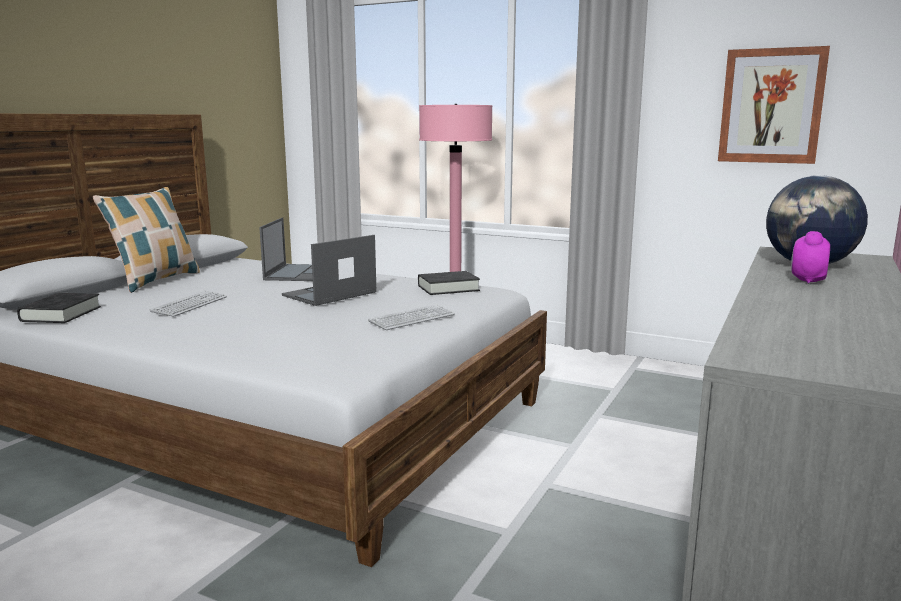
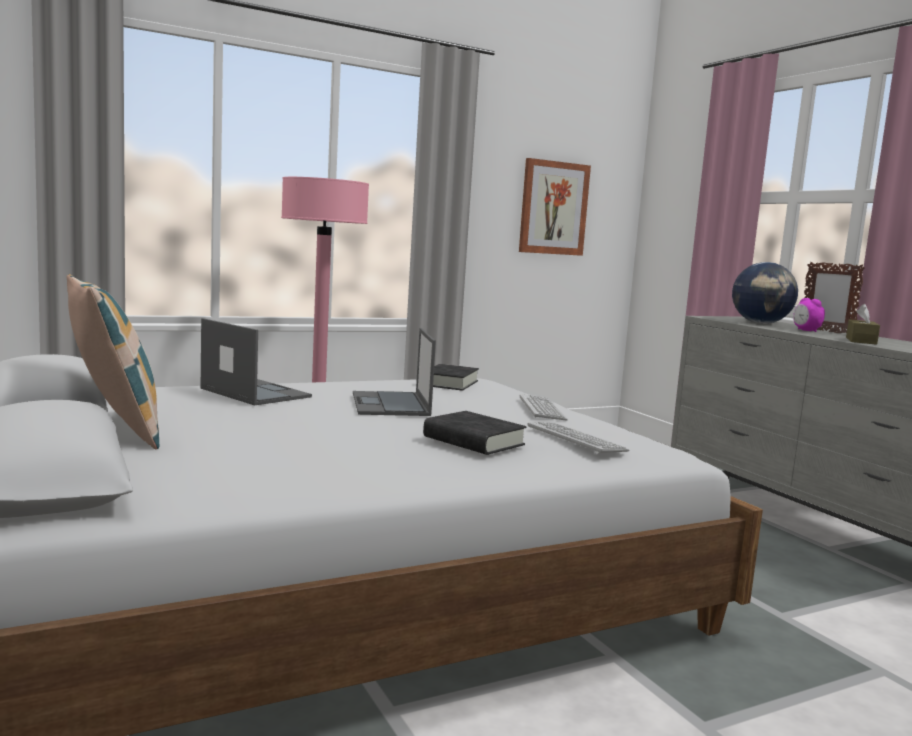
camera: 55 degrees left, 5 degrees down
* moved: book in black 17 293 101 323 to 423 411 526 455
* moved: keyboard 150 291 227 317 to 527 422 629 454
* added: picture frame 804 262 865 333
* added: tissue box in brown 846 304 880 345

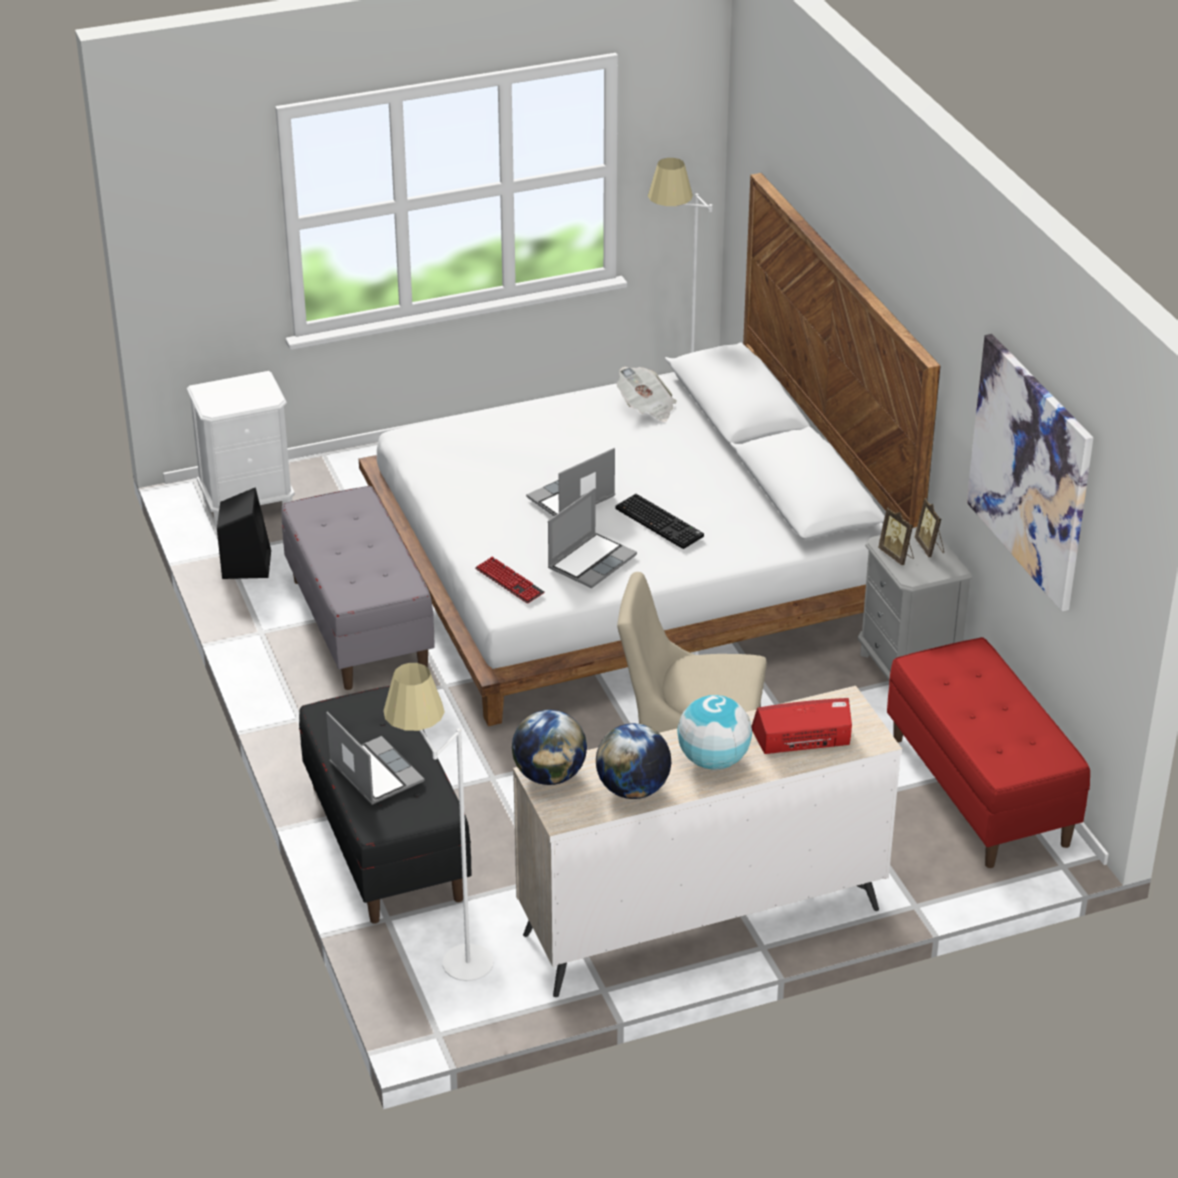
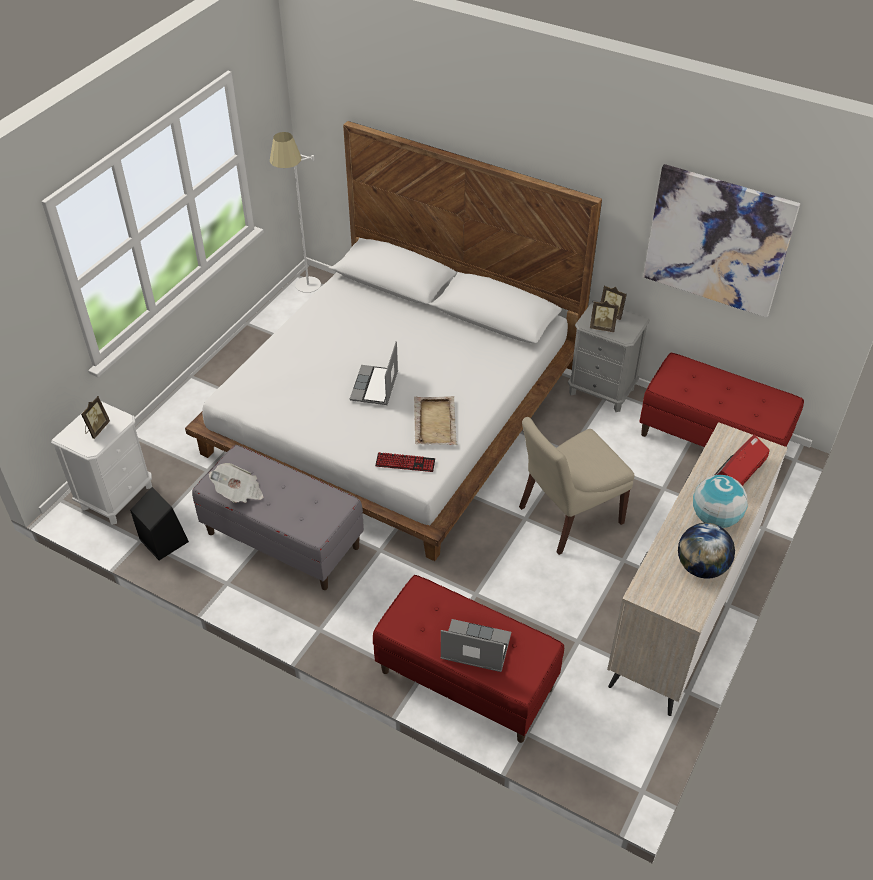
camera: 40 degrees left, 10 degrees up
* recoloured: bench in black 299 686 472 924 to bench in red 373 575 564 743
* removed: floor lamp in white 383 663 494 981
* removed: globe 512 710 587 785
* replaced: laptop 548 488 637 588 to tray in beige 414 396 457 445
* removed: keyboard 615 494 704 549
* moved: newspaper 617 367 676 422 to 209 463 264 503
* added: picture frame 81 396 110 439

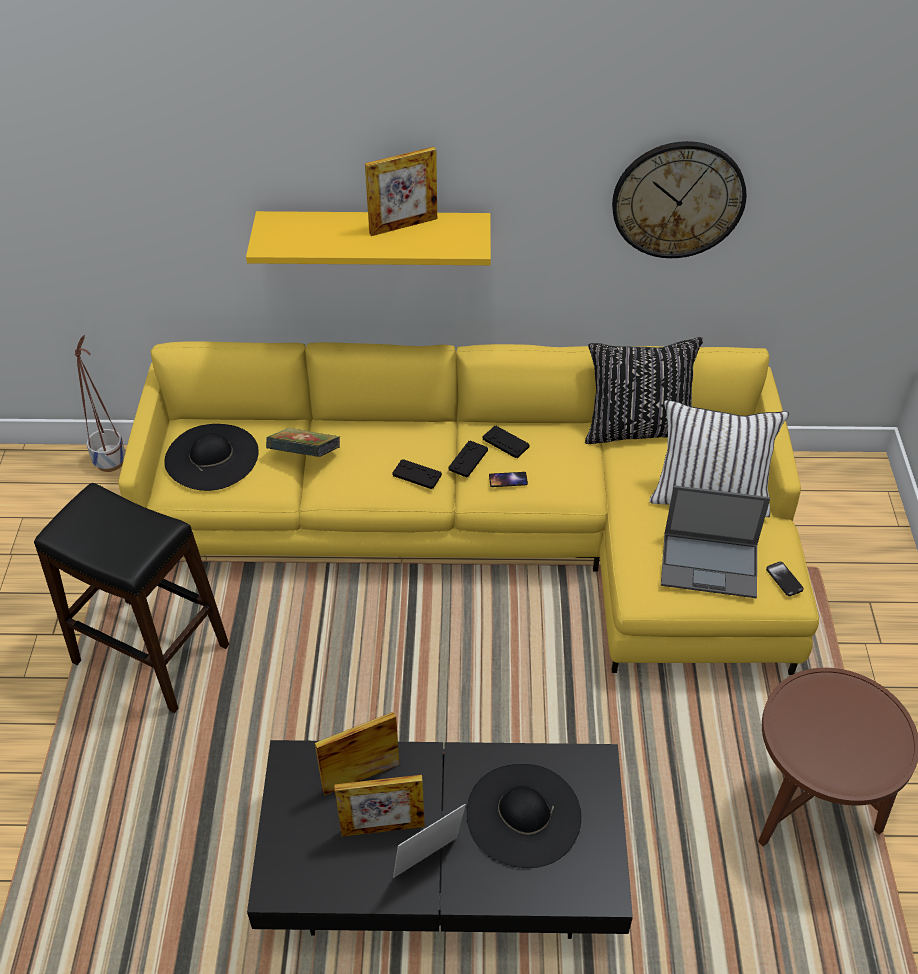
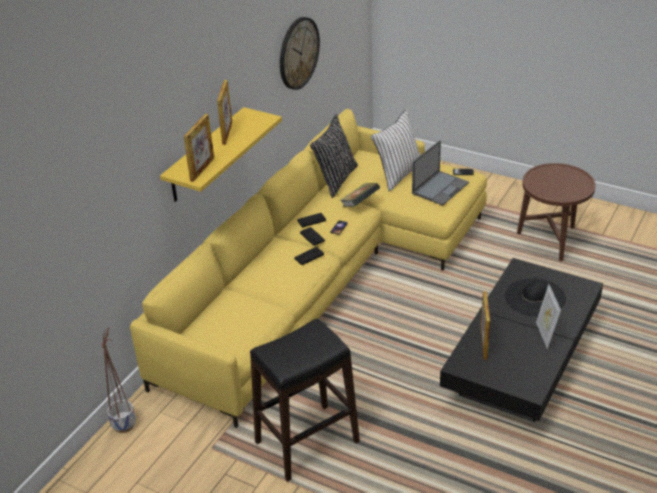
camera: 60 degrees left, 10 degrees down
* removed: hat in black 164 424 259 491
* moved: book 266 428 340 457 to 341 183 380 207
* moved: picture frame 334 775 425 837 to 183 114 214 182

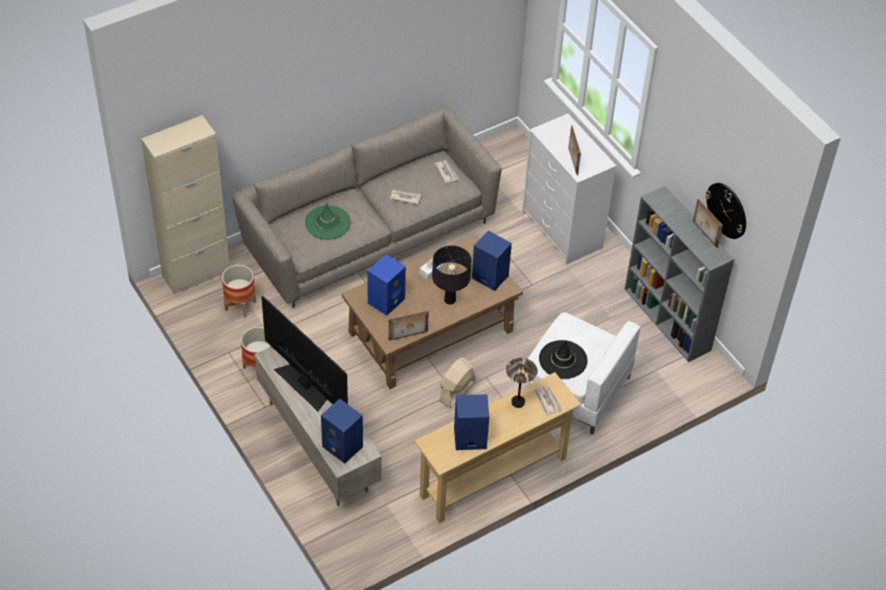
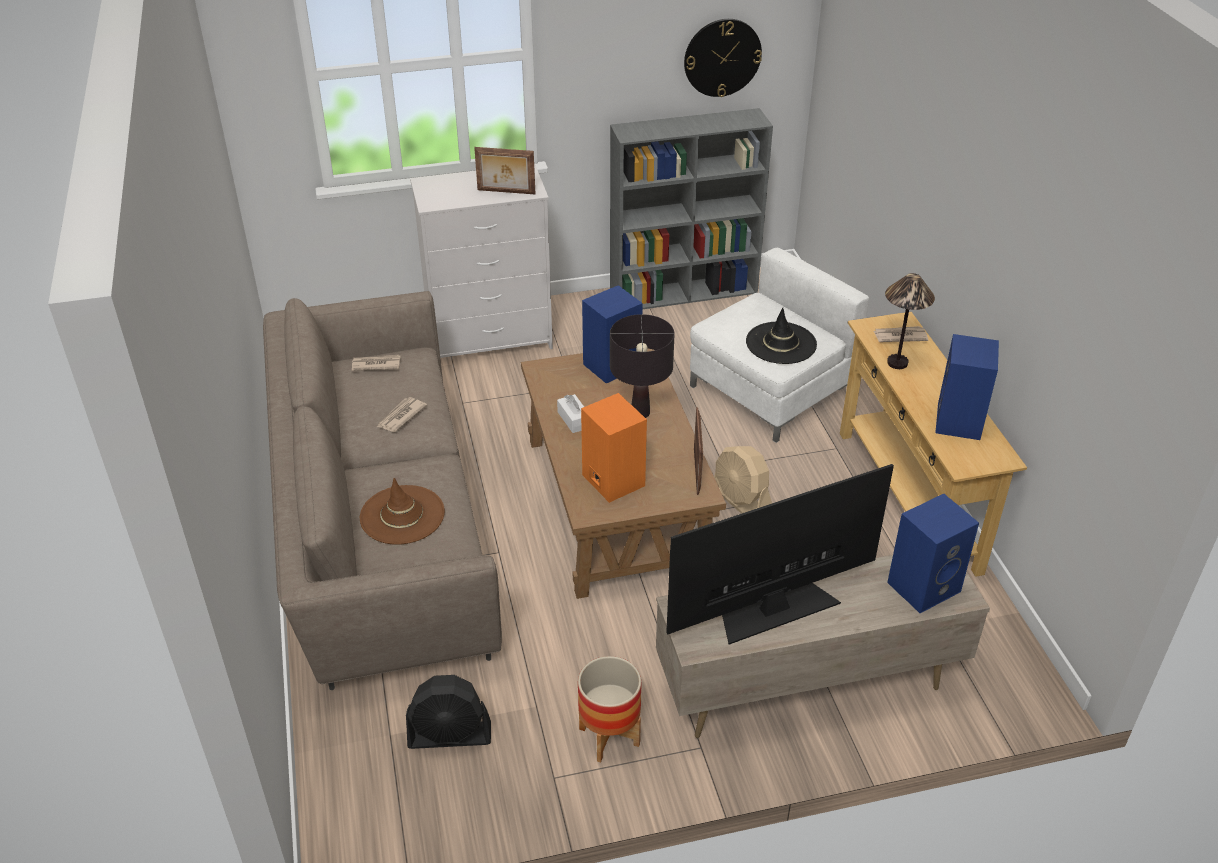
camera: 70 degrees left, 10 degrees down
* removed: cabinet in beige 141 115 230 295
* replaced: planter 222 265 256 318 to fan in black 406 675 491 749
* recoloured: hat in green 305 203 351 240 to hat in brown 360 478 445 545
* recoloured: speaker in blue 367 254 406 316 to speaker in orange 581 393 647 503
* removed: picture frame 693 199 723 248

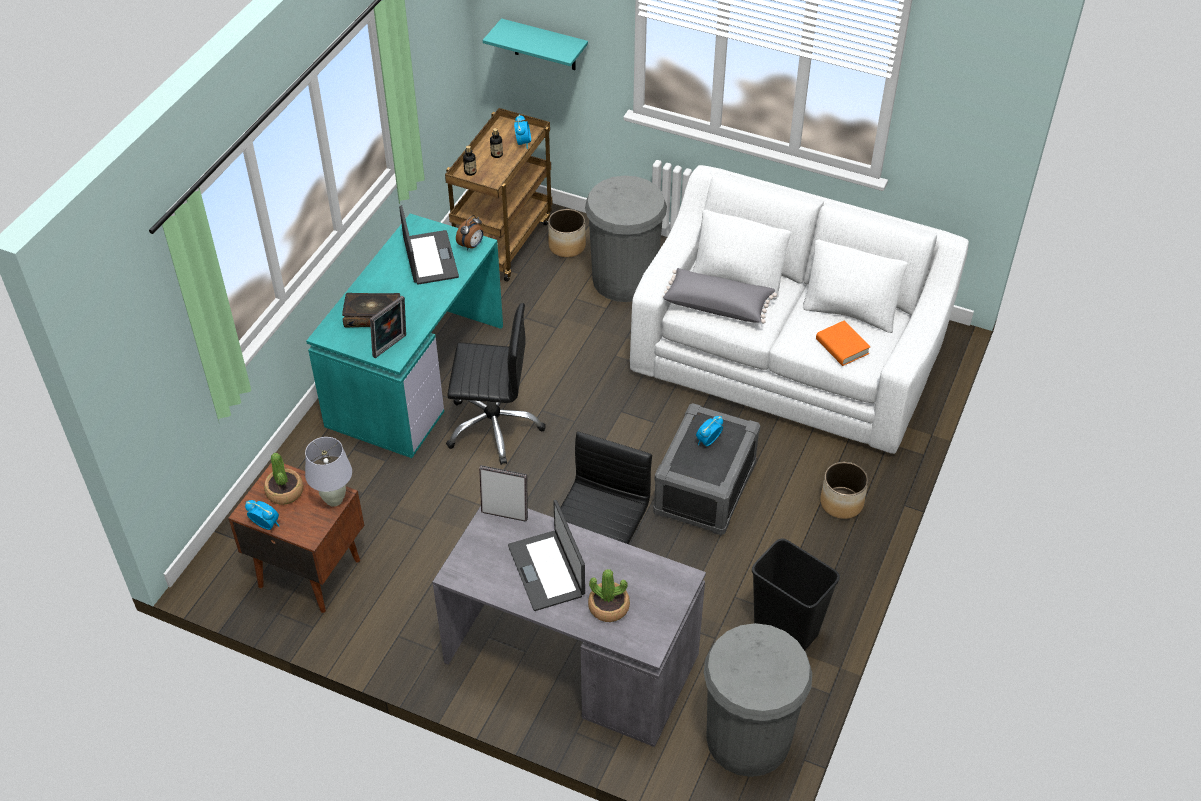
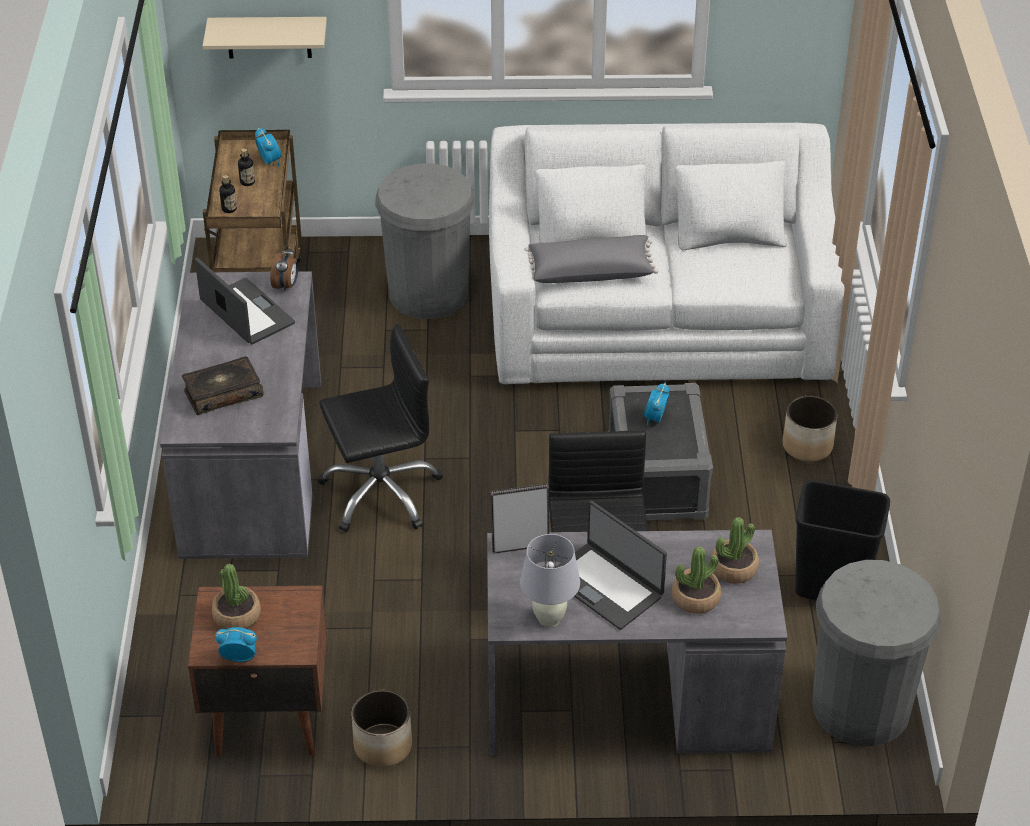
camera: 25 degrees left, 5 degrees down
* moved: table lamp in white 305 437 352 507 to 520 534 580 627
* recoloured: desk in turquoise 306 214 503 458 to desk in grey 160 271 321 559
* removed: picture frame 370 296 406 358
* recoloured: shelf in turquoise 483 18 588 70 to shelf in beige 203 17 327 59
* moved: planter 548 209 586 257 to 352 690 412 767
* removed: book in orange 816 321 871 366
* added: potted plant 710 517 759 584

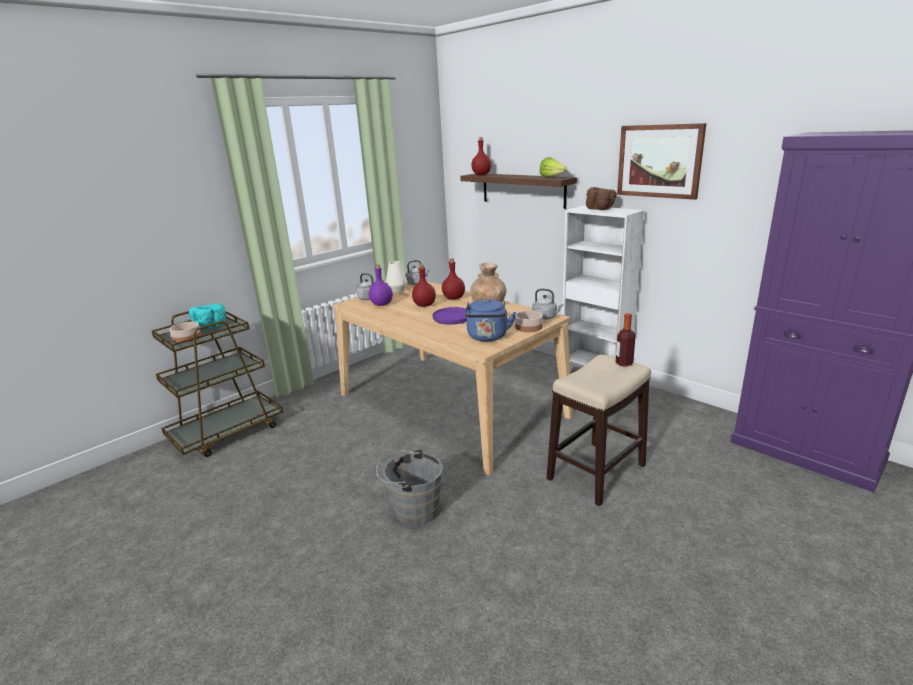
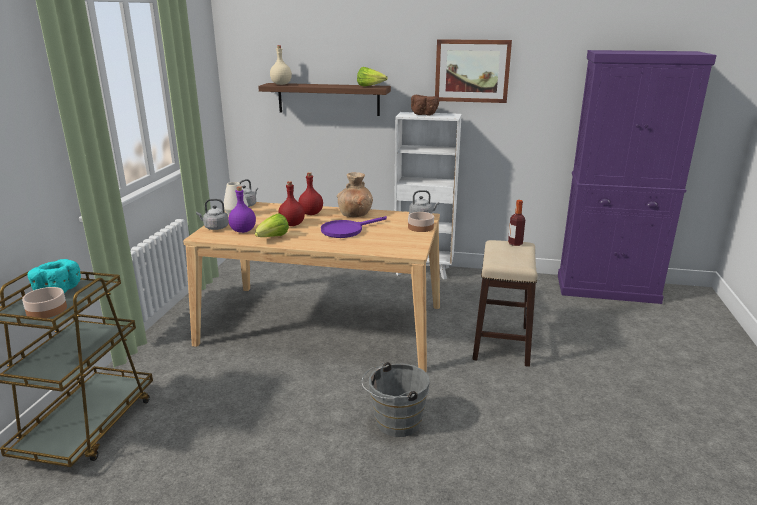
camera: 35 degrees left, 0 degrees up
* removed: kettle in blue 465 299 516 341
* recoloured: bottle in red 471 137 492 175 to bottle in beige 270 45 292 85
* added: lettuce 255 213 289 237

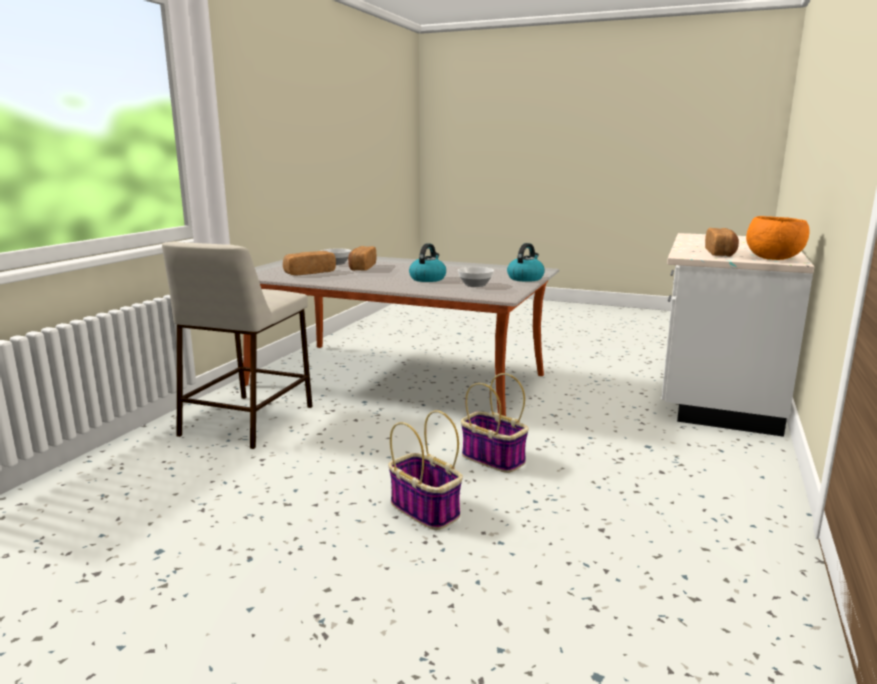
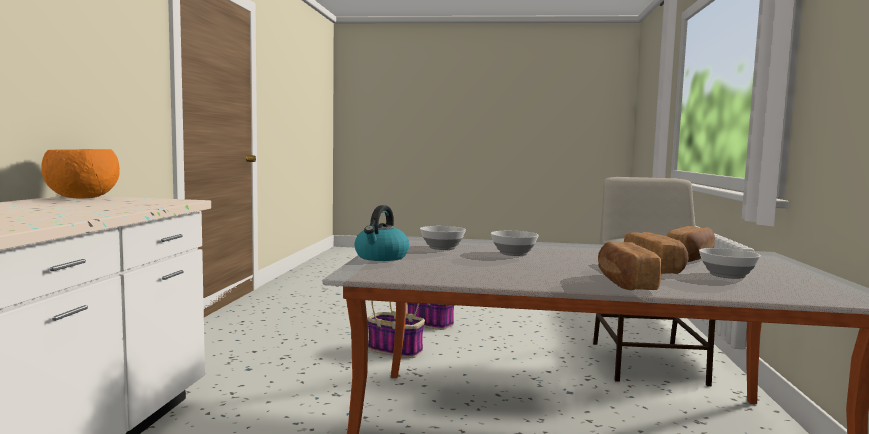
camera: 165 degrees right, 10 degrees down
* replaced: kettle 409 243 446 282 to bowl 491 231 539 256
* moved: bread 705 228 739 257 to 598 242 662 291

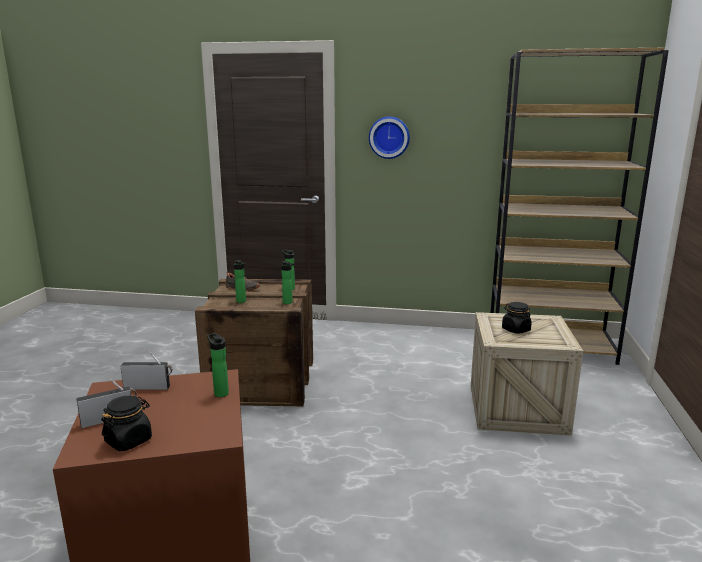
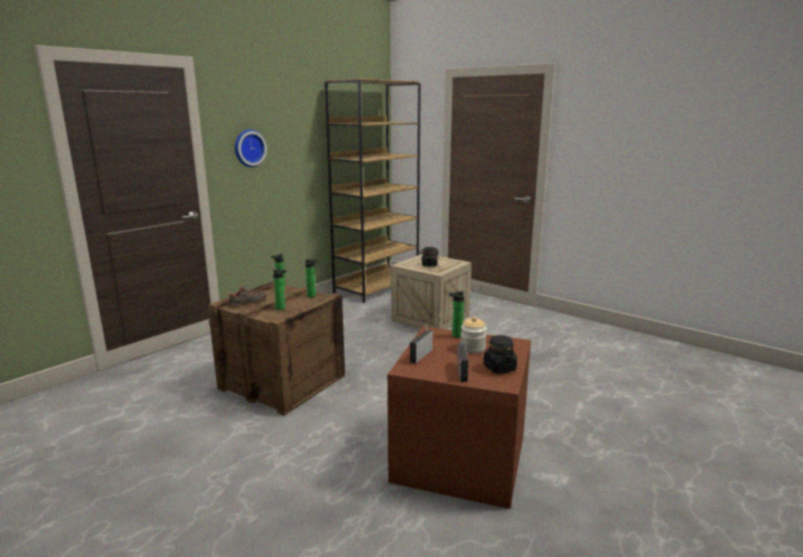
camera: 60 degrees left, 0 degrees up
* added: jar 460 317 487 354

